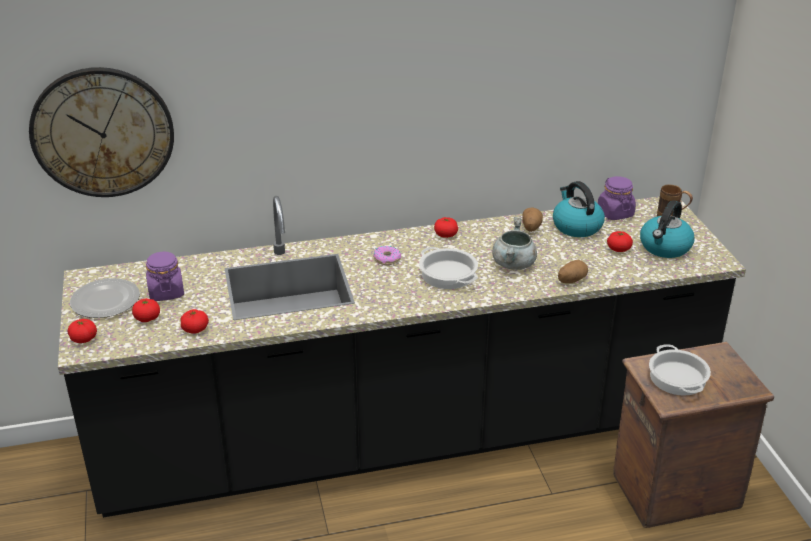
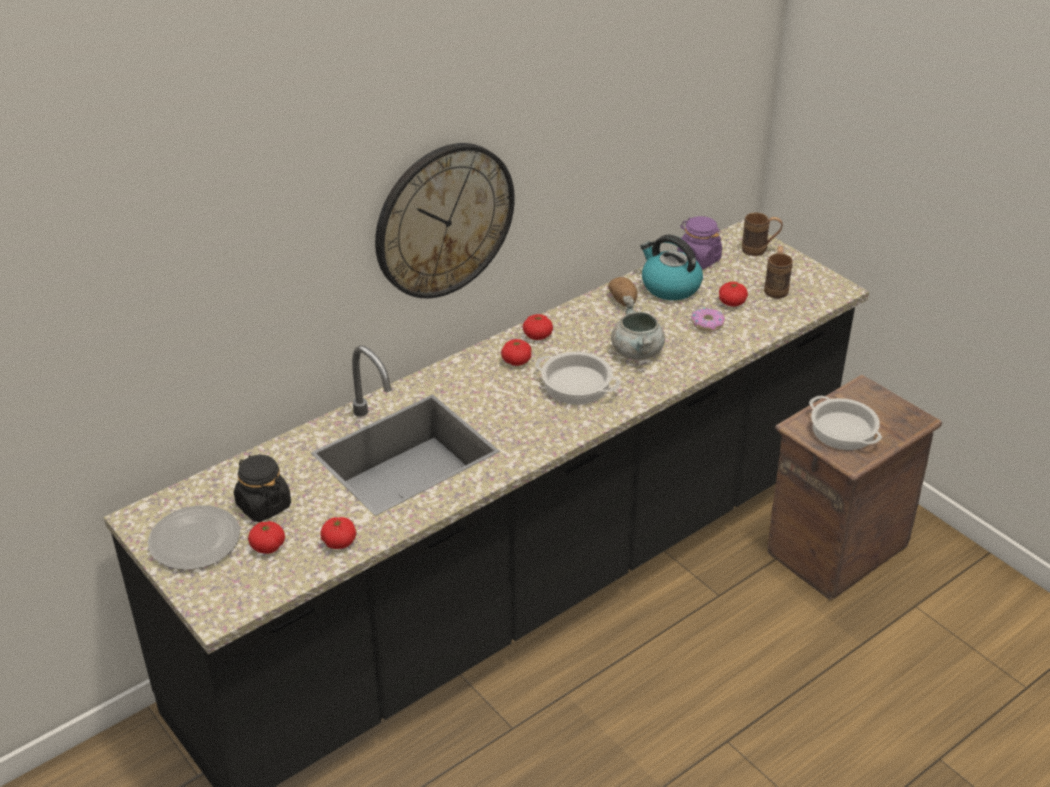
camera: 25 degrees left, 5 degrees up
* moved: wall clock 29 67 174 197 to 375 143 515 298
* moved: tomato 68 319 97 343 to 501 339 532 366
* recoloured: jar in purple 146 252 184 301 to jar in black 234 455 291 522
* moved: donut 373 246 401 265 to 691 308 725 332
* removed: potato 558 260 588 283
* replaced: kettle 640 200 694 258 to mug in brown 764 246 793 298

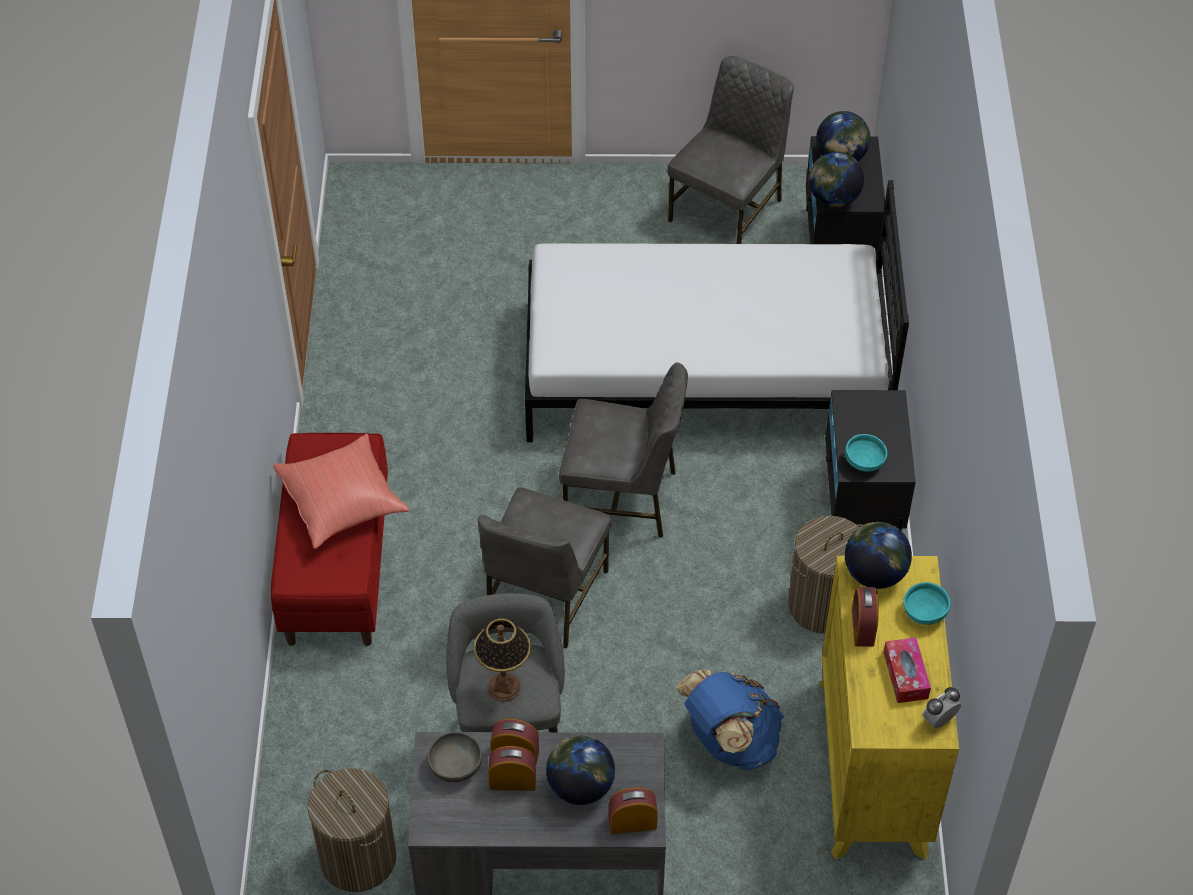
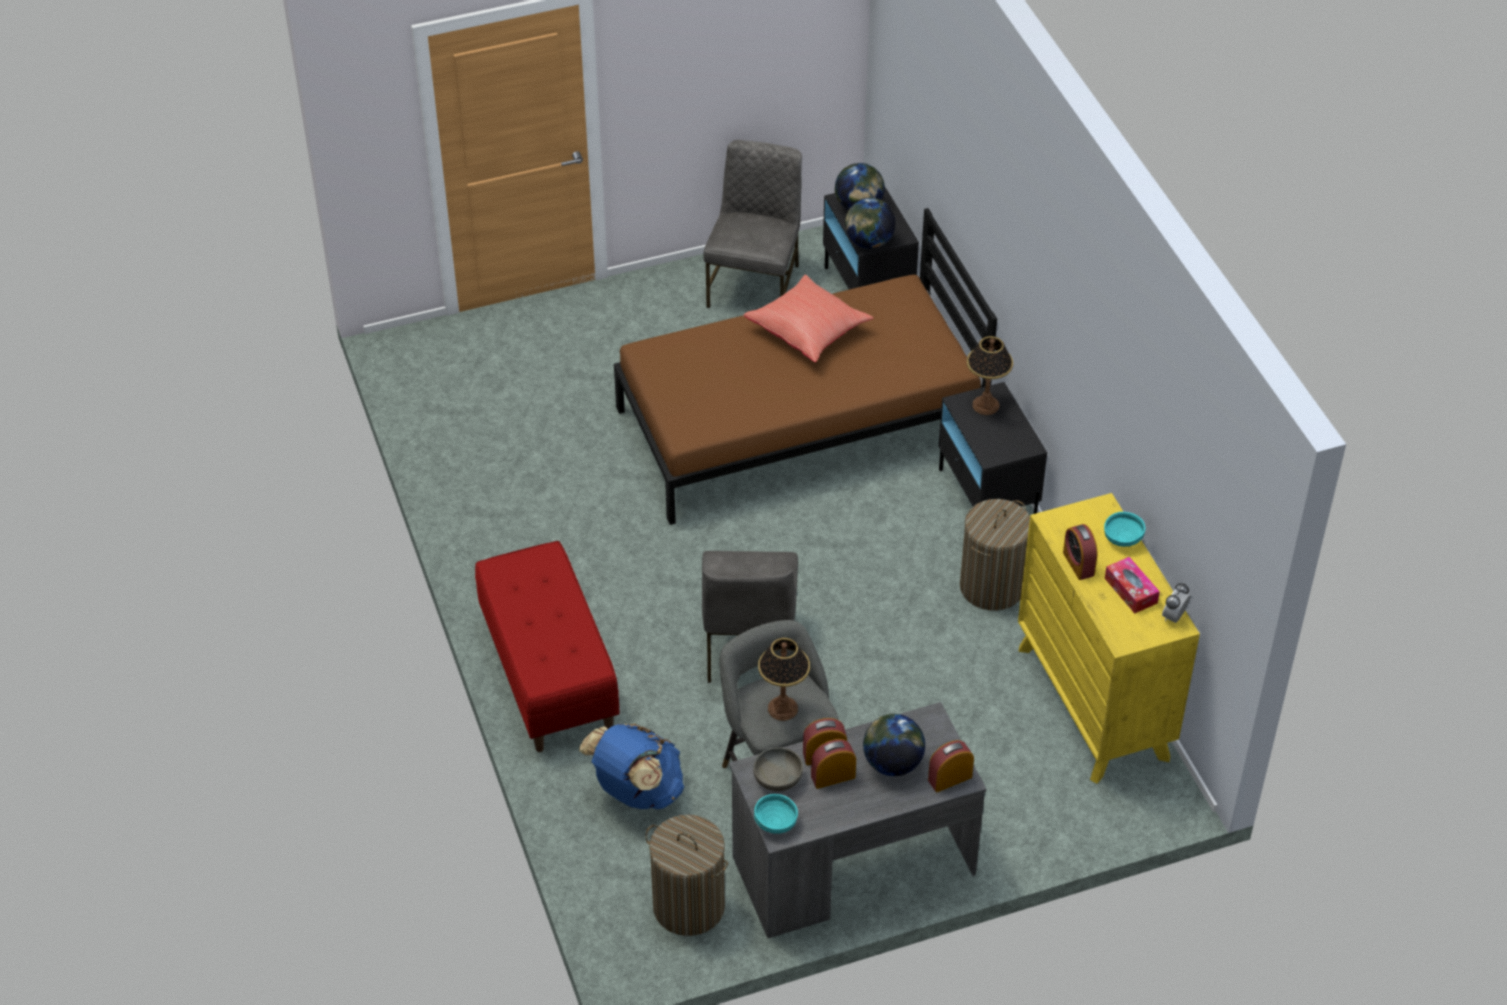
camera: 20 degrees left, 5 degrees down
* moved: pillow in red 273 434 409 549 to 744 274 873 362
* recoloured: bed in white 525 180 909 442 to bed in brown 614 208 997 525
* removed: chair in grey 559 362 688 538
* moved: backpack in blue 676 670 784 770 to 579 724 684 809
* moved: bowl in turquoise 845 434 887 472 to 754 794 798 834
* removed: globe 845 522 912 589
* added: table lamp 966 336 1013 415

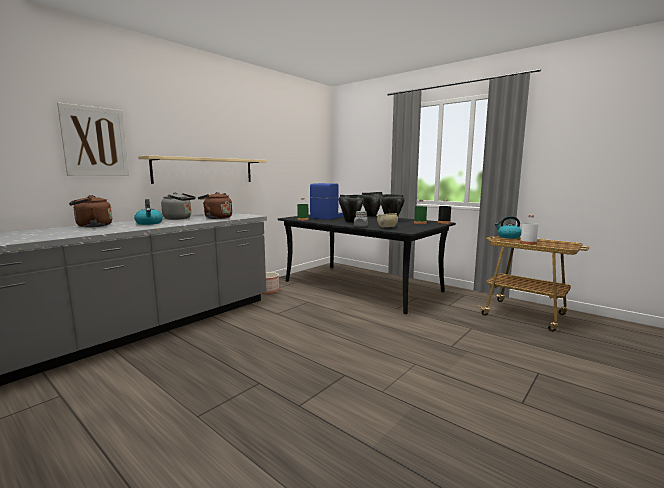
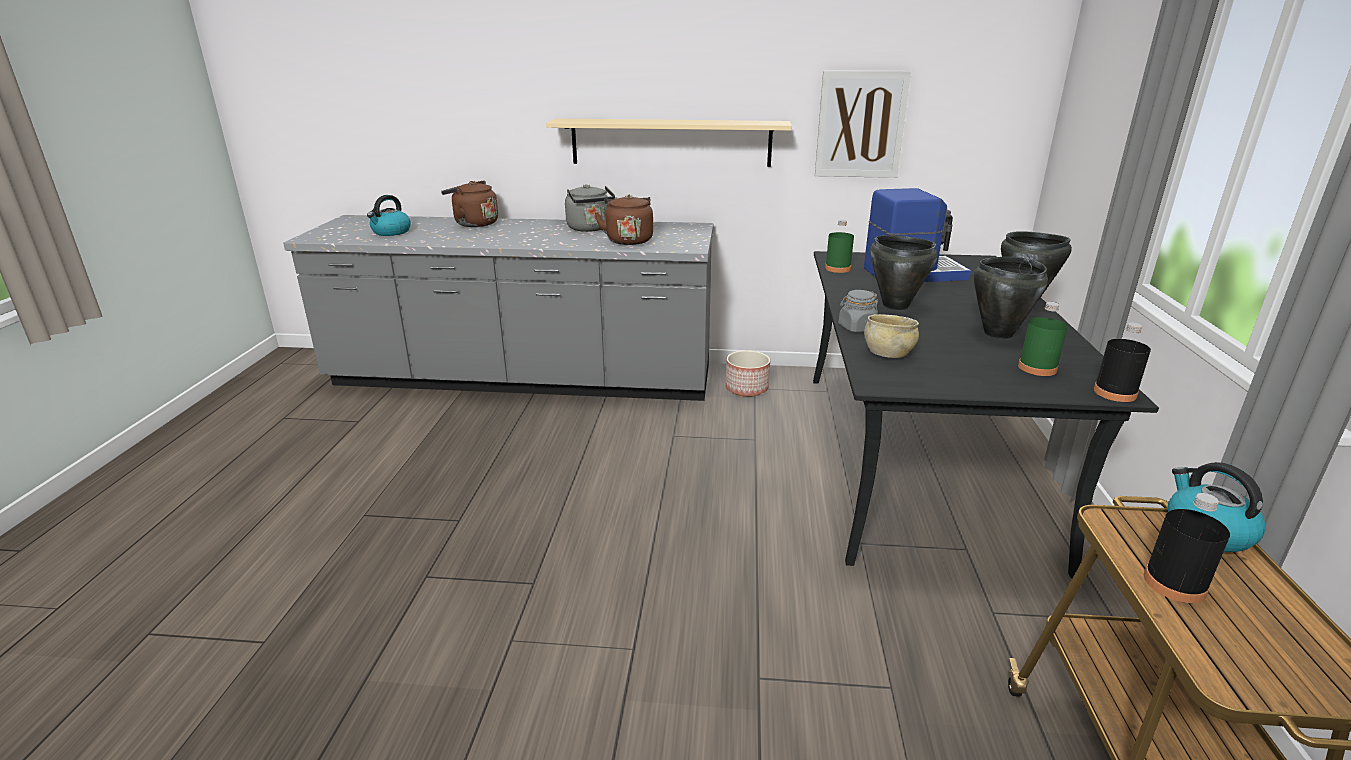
camera: 55 degrees right, 15 degrees up
* moved: picture 57 103 129 176 to 815 70 911 178
* moved: kettle 134 199 163 225 to 367 195 411 236
* recoloured: bottle in white 520 215 539 245 to bottle in black 1144 493 1230 603

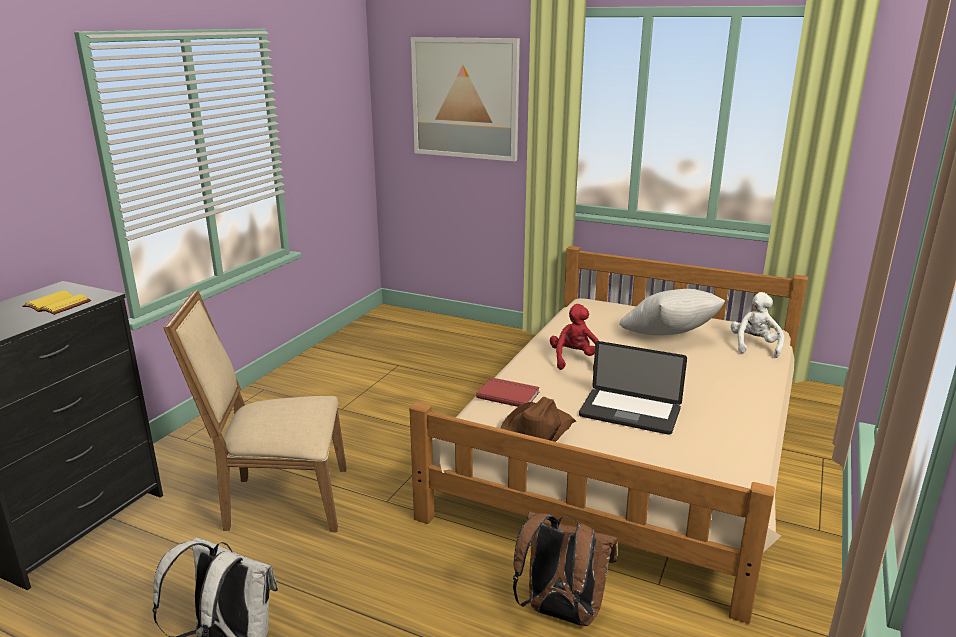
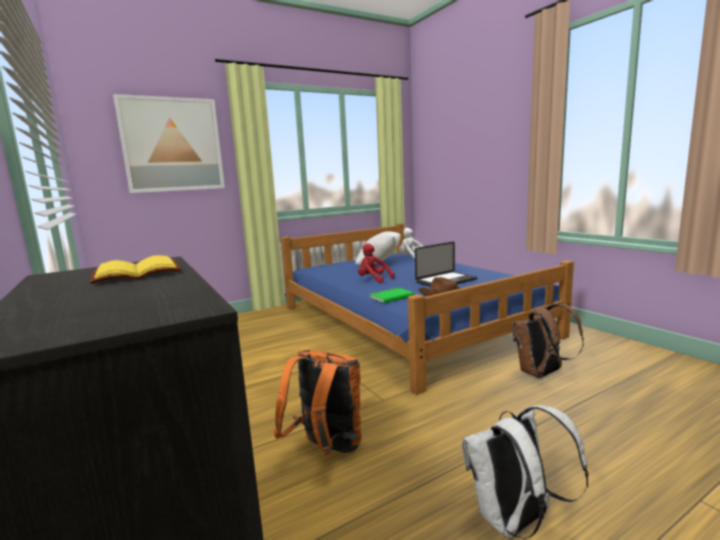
camera: 55 degrees left, 10 degrees down
* replaced: chair in beige 164 290 347 532 to backpack in orange 274 350 362 457
* recoloured: bed in beige 409 246 808 624 to bed in blue 281 223 574 395
* recoloured: book in red 476 377 540 407 to book in green 369 288 414 303

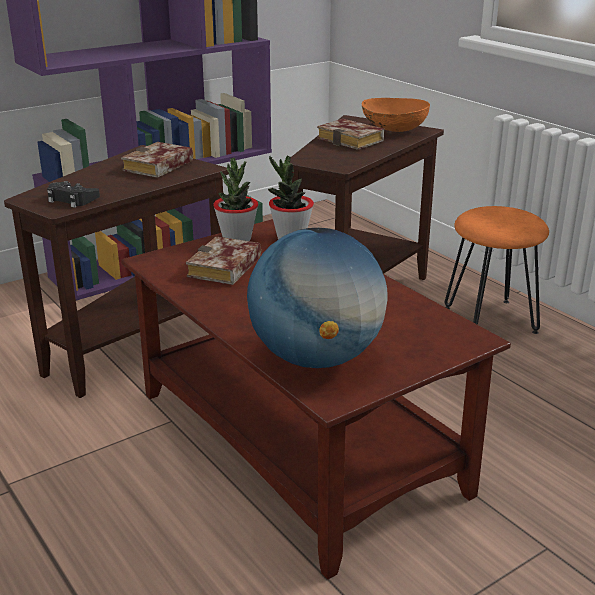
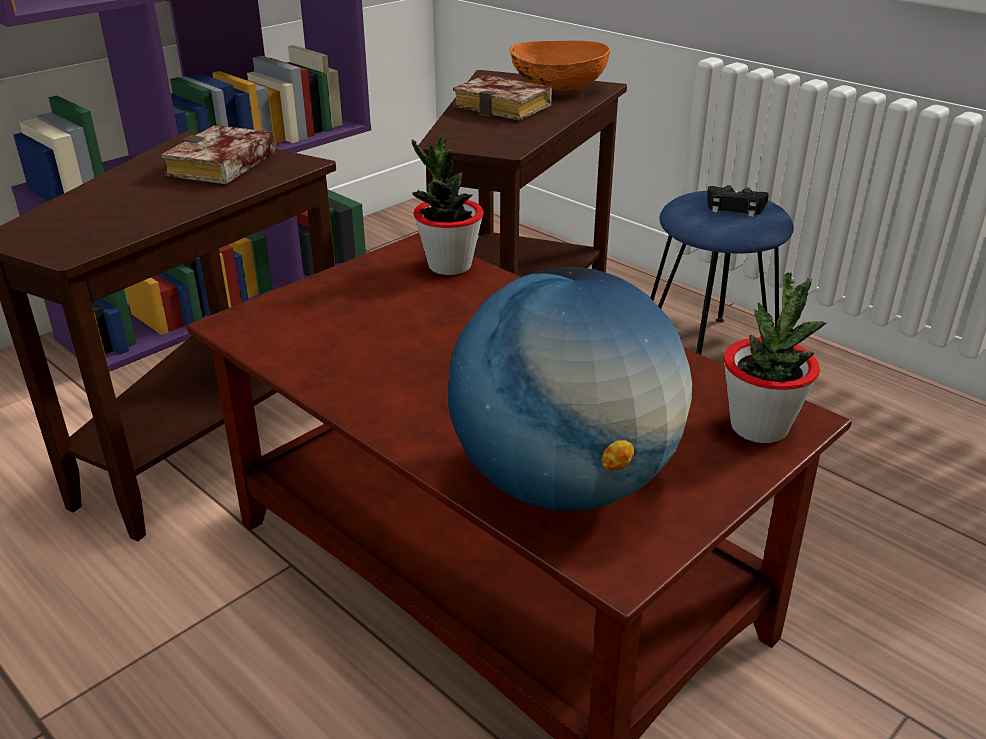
camera: 10 degrees left, 5 degrees up
* moved: game controller in black 47 181 100 208 to 707 185 769 217
* removed: book 186 236 261 285
* moved: potted plant 213 158 258 241 to 723 272 827 443
* recoloured: stool in orange 444 206 549 334 to stool in blue 650 191 794 355

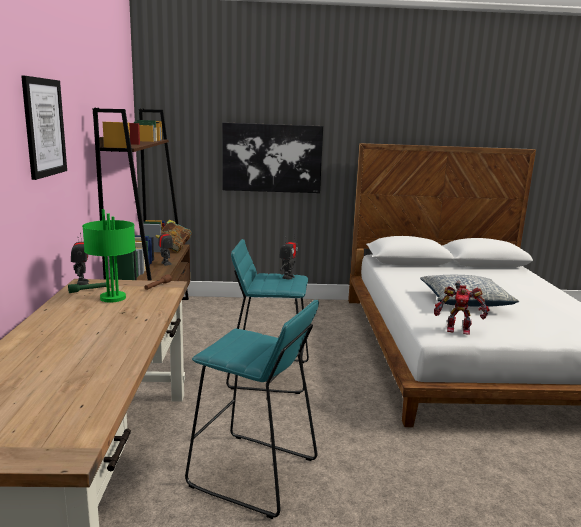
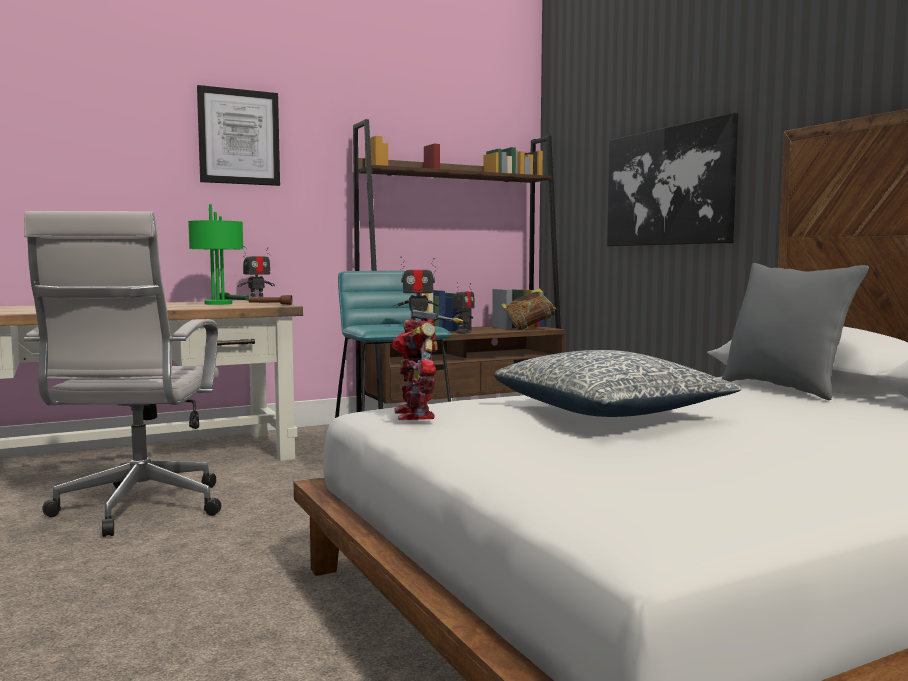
camera: 65 degrees right, 10 degrees down
* replaced: stool in turquoise 185 300 319 519 to office chair in white 24 211 221 537
* added: pillow in grey 722 263 869 400

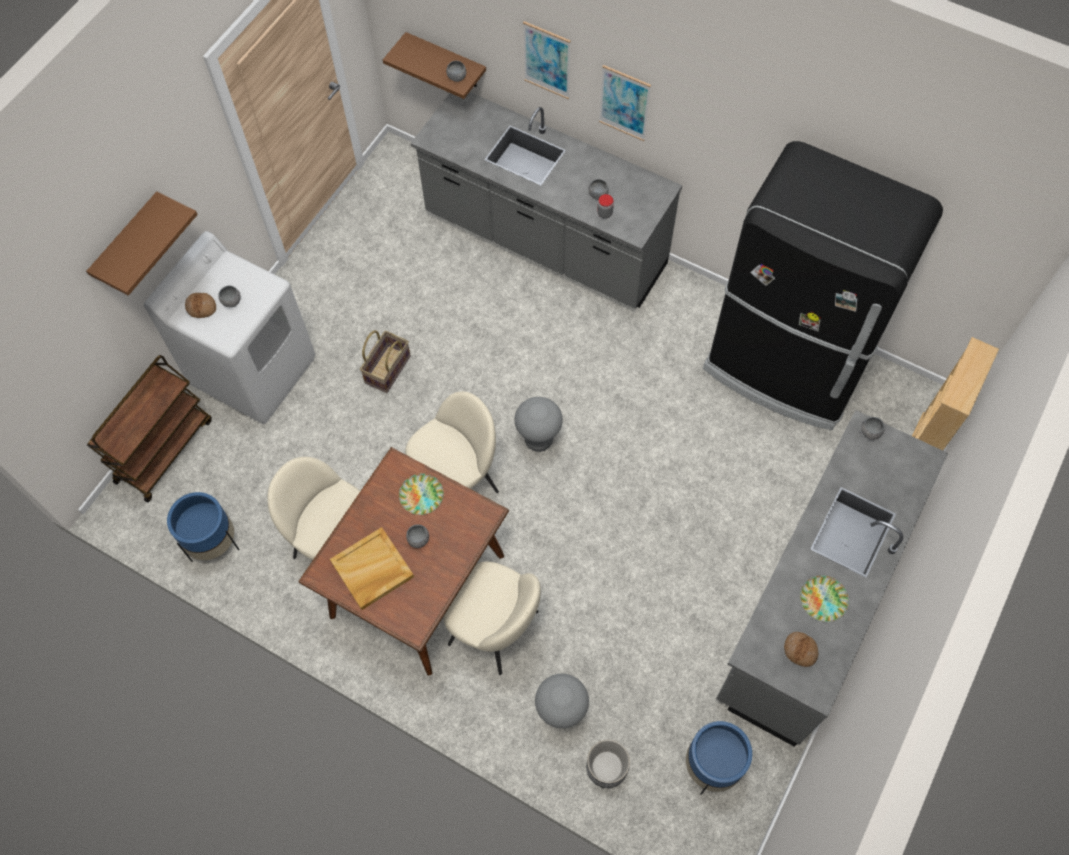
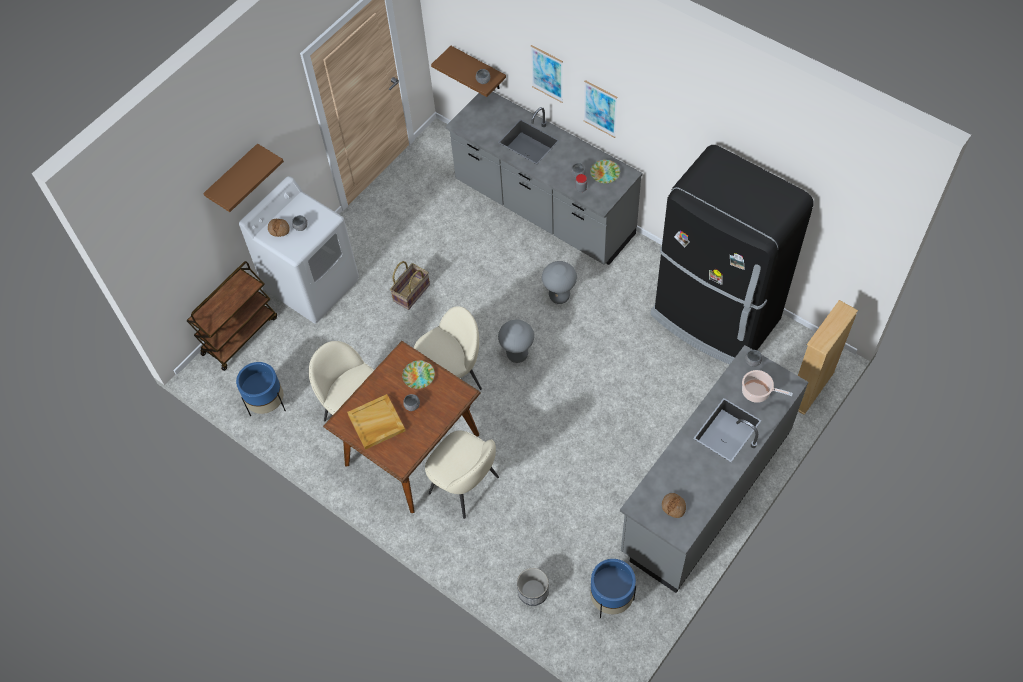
camera: 10 degrees right, 5 degrees down
* moved: stool in grey 535 674 589 728 to 542 261 577 304
* moved: plate 800 576 849 622 to 590 160 620 183
* added: cooking pot 742 370 793 403

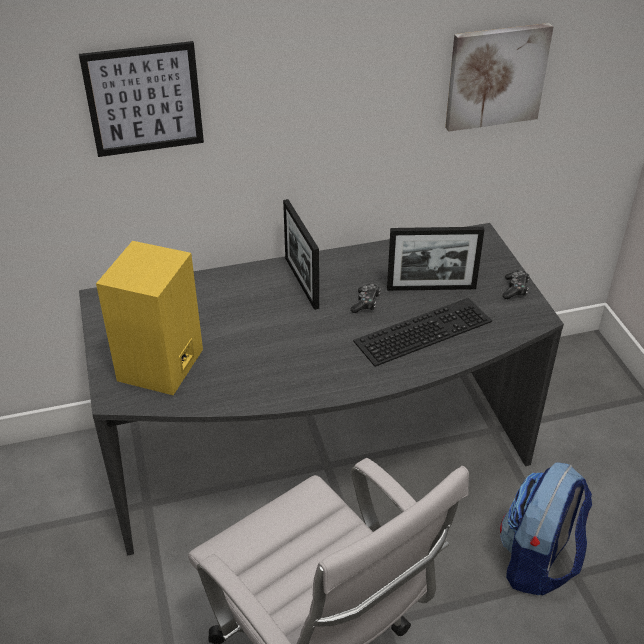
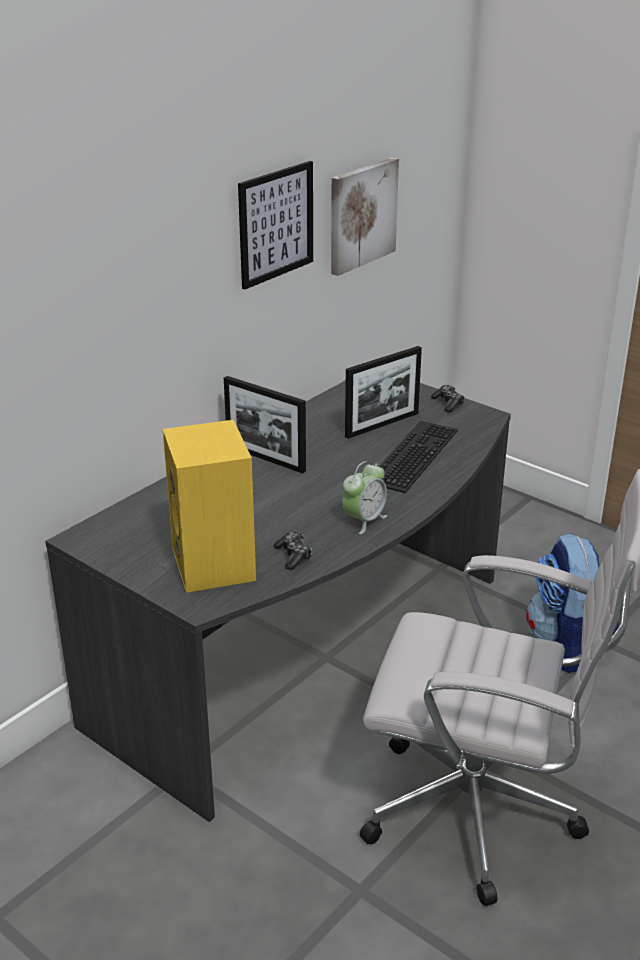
camera: 35 degrees left, 10 degrees down
* moved: picture 79 41 204 157 to 238 161 313 290
* moved: game controller 350 283 381 313 to 274 531 312 570
* added: alarm clock 342 461 387 534

